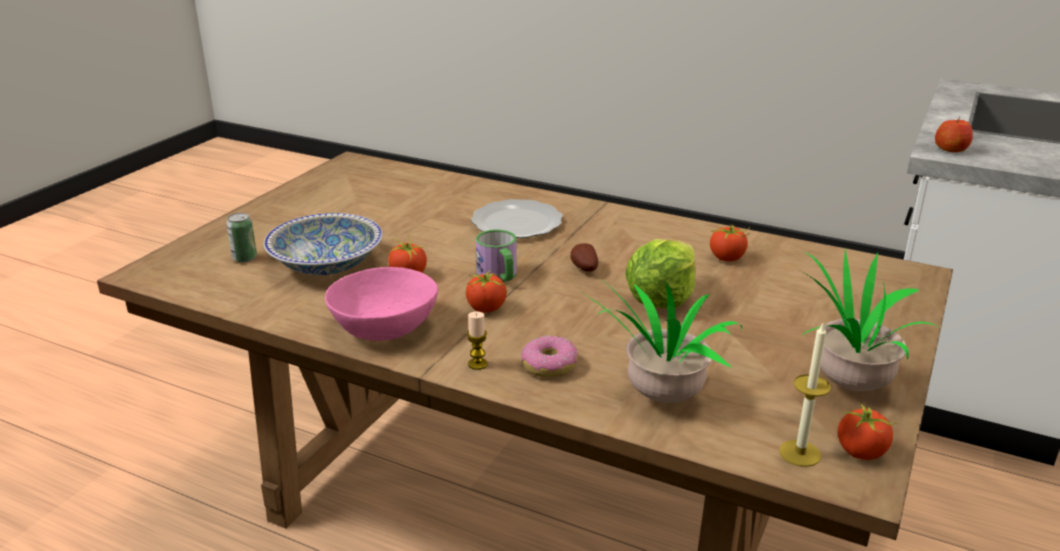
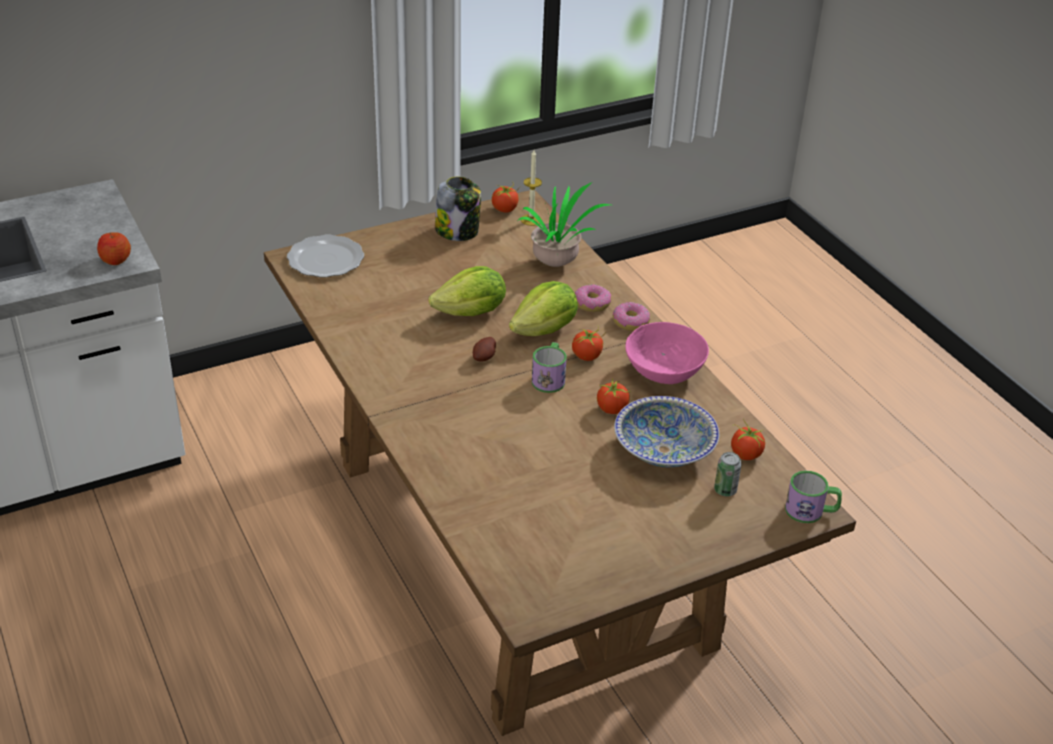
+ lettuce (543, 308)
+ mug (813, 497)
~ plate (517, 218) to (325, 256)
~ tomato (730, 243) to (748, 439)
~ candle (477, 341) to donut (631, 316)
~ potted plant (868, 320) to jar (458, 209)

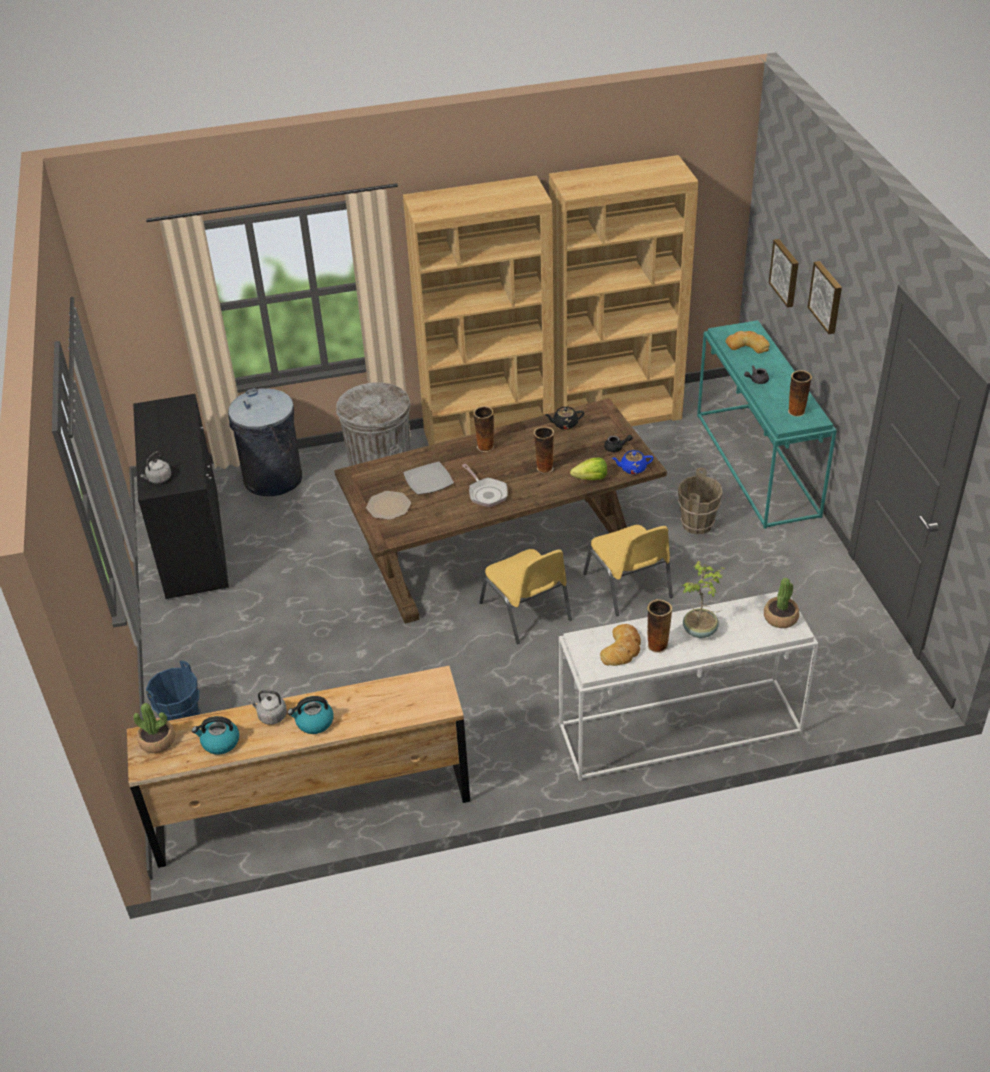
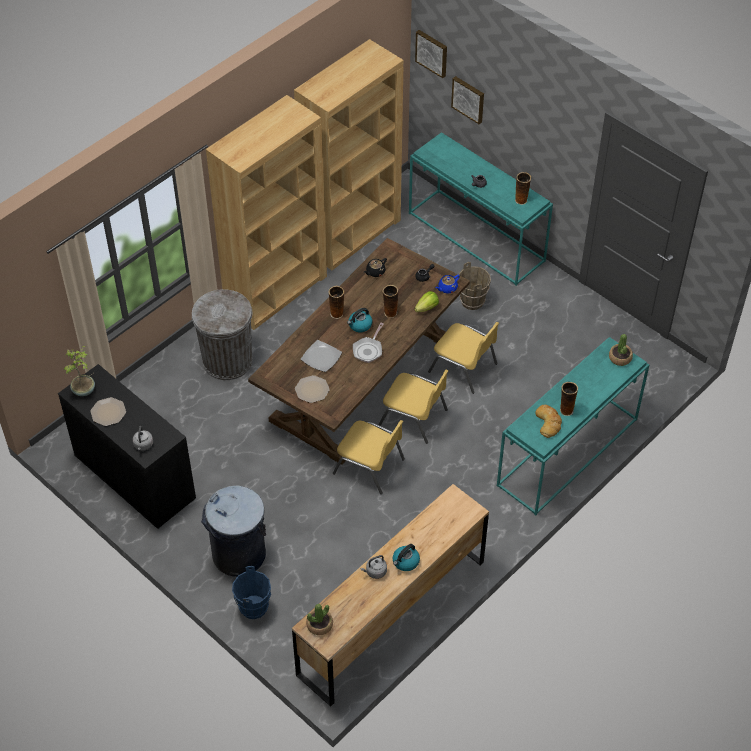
- bread (747, 342)
+ plate (108, 411)
+ yellow chair (369, 457)
~ kettle (215, 735) to (359, 320)
~ grey trash can (265, 442) to (233, 531)
~ potted plant (704, 599) to (79, 371)
~ picture (825, 297) to (431, 54)
~ white console table (688, 686) to turquoise console table (573, 426)
~ frying pan (485, 485) = (368, 343) 90 degrees clockwise

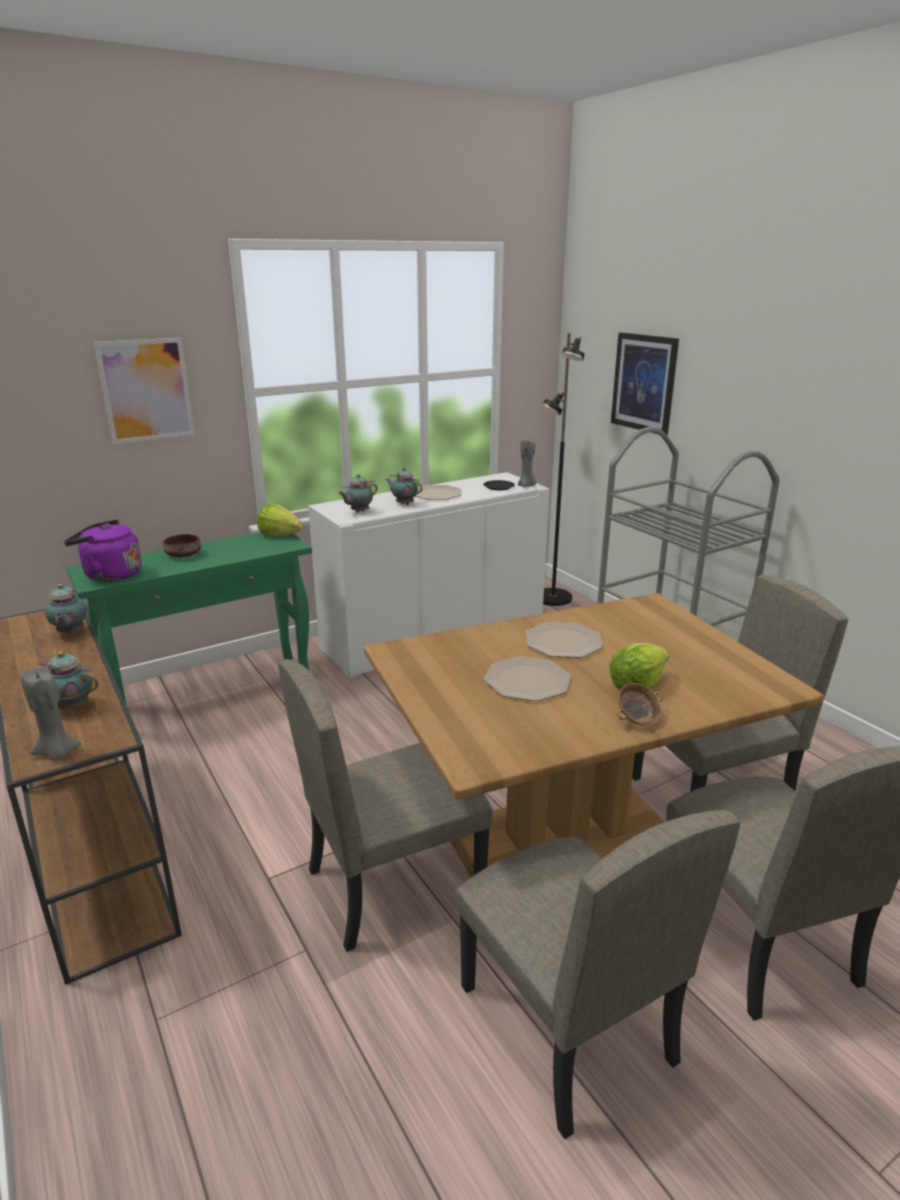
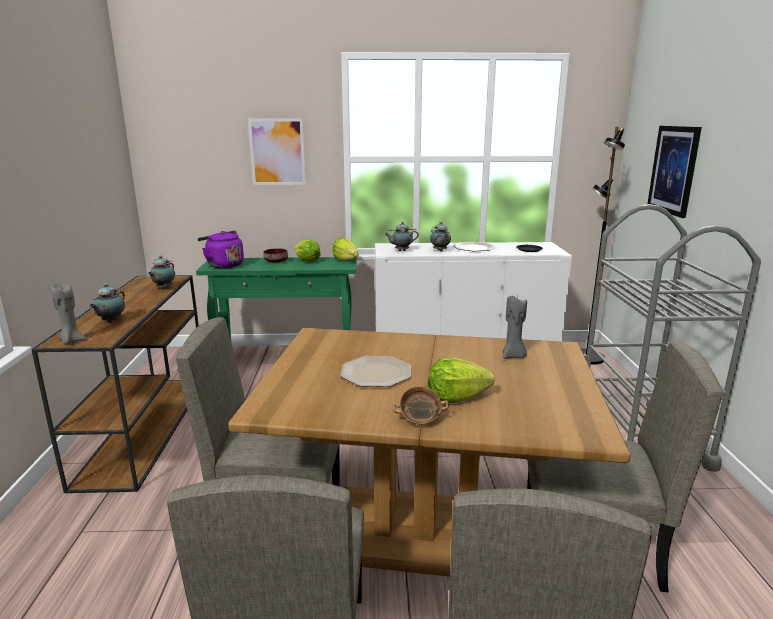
- plate (564, 640)
+ lettuce (307, 250)
~ grey candle (527, 464) to (515, 327)
~ teapot (67, 680) = (107, 303) 120 degrees counterclockwise

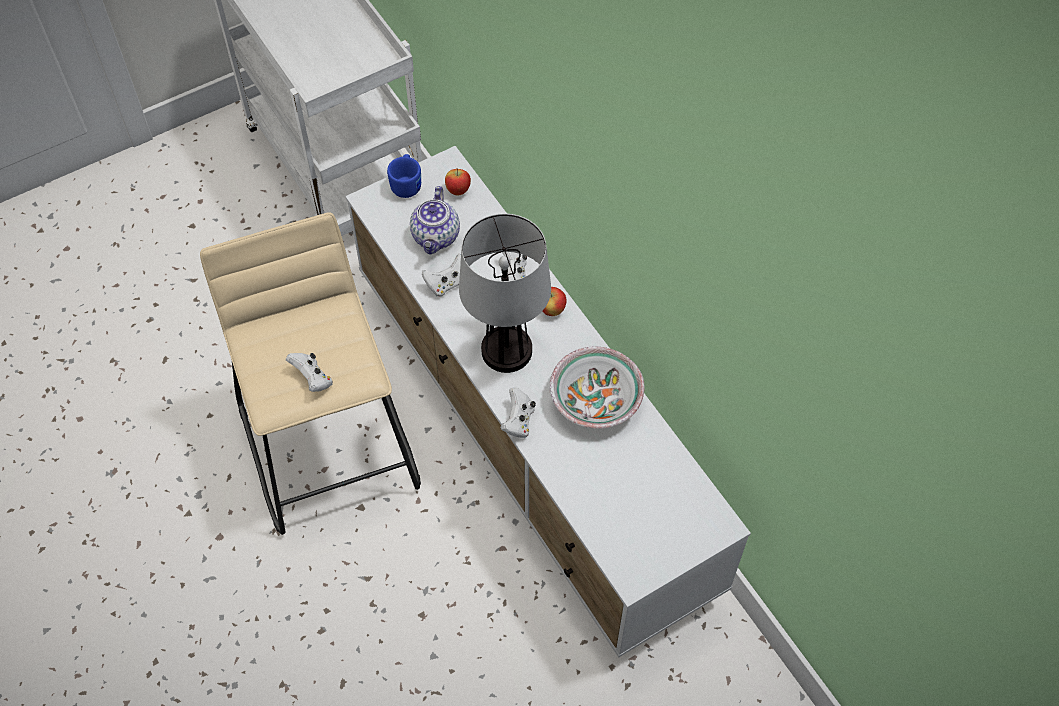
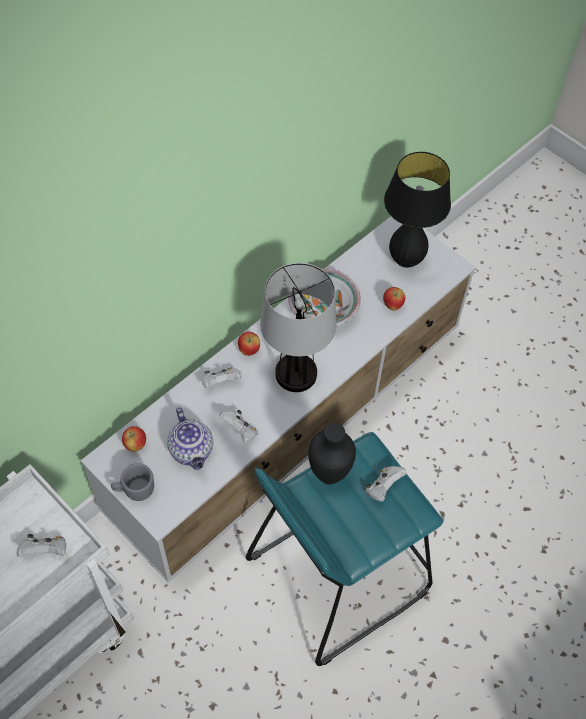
+ black vase (332, 453)
+ apple (394, 298)
+ black table lamp (417, 210)
~ white game controller (518, 412) to (41, 545)
~ beige stool (310, 373) to turquoise stool (344, 549)
~ blue mug (404, 176) to grey mug (132, 482)
~ teapot (435, 220) = (190, 438) 75 degrees clockwise

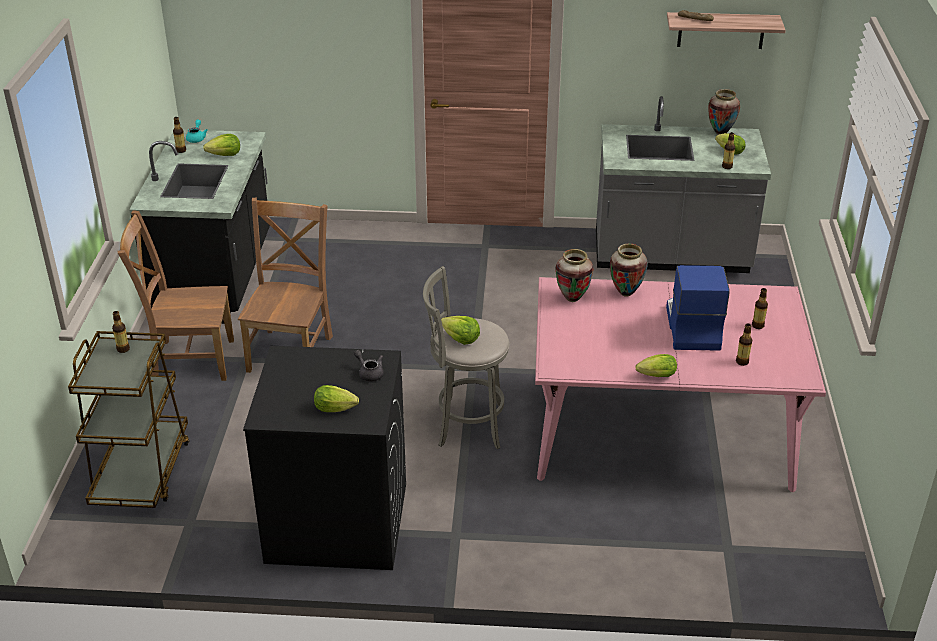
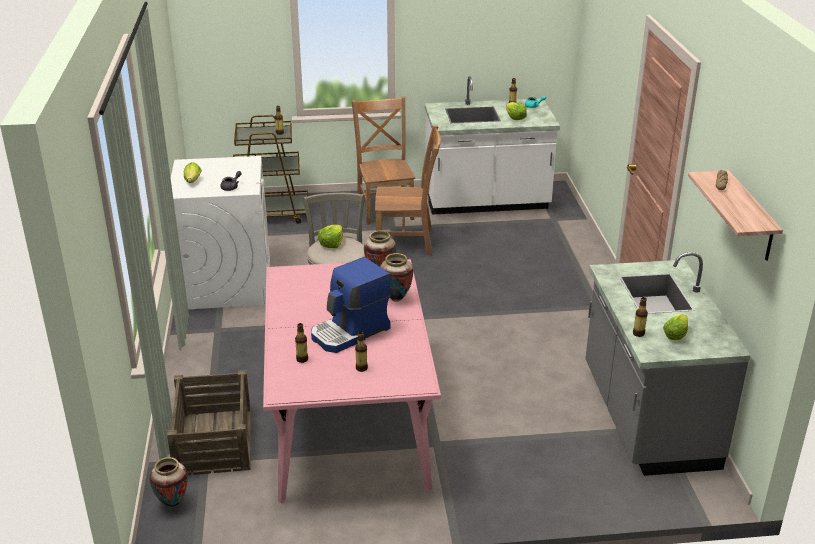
- lettuce (656, 365)
+ crate (209, 422)
~ vase (724, 112) to (168, 482)
~ black counter (199, 227) to white counter (492, 145)
~ black washing machine (324, 458) to white washing machine (220, 232)
~ coffee machine (698, 308) = (351, 305) 150 degrees clockwise

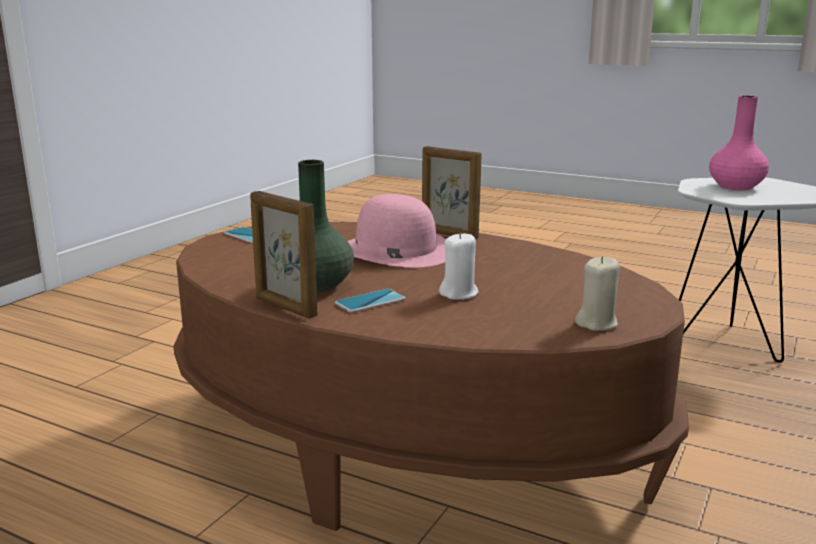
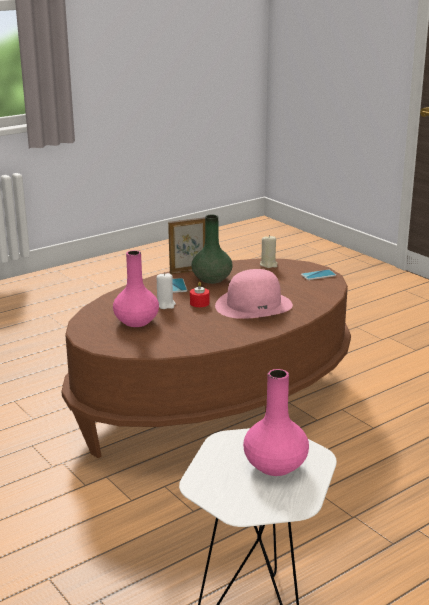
- picture frame (452, 193)
+ pink vase (136, 288)
+ red candle (199, 294)
~ beige candle (597, 293) to (269, 251)

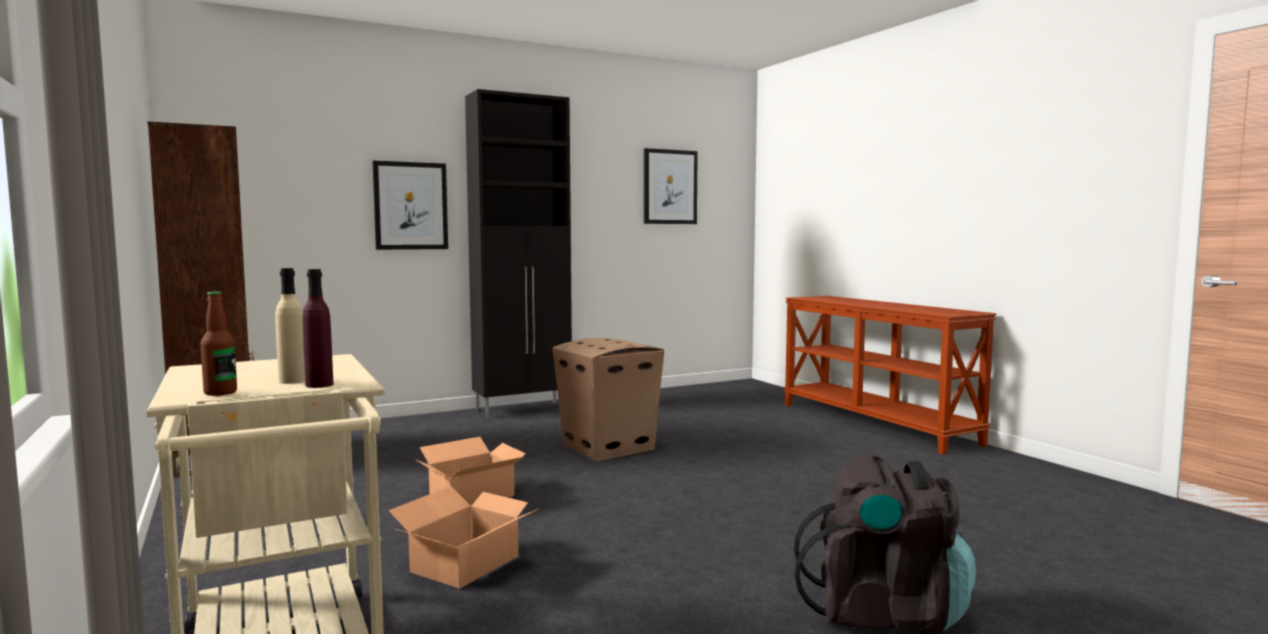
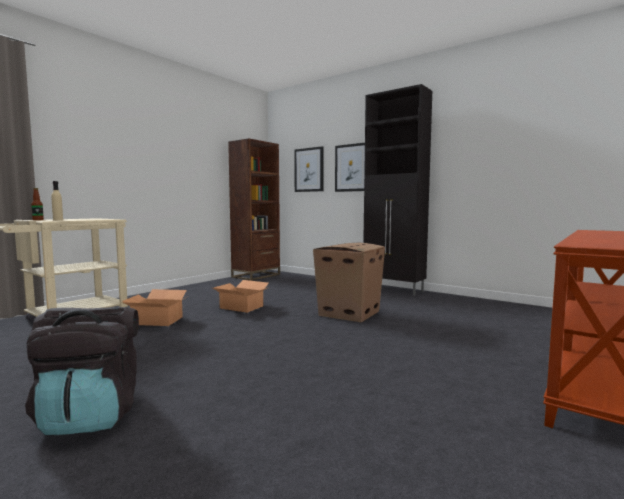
- purple bottle (317, 328)
~ picture (671, 186) to (309, 169)

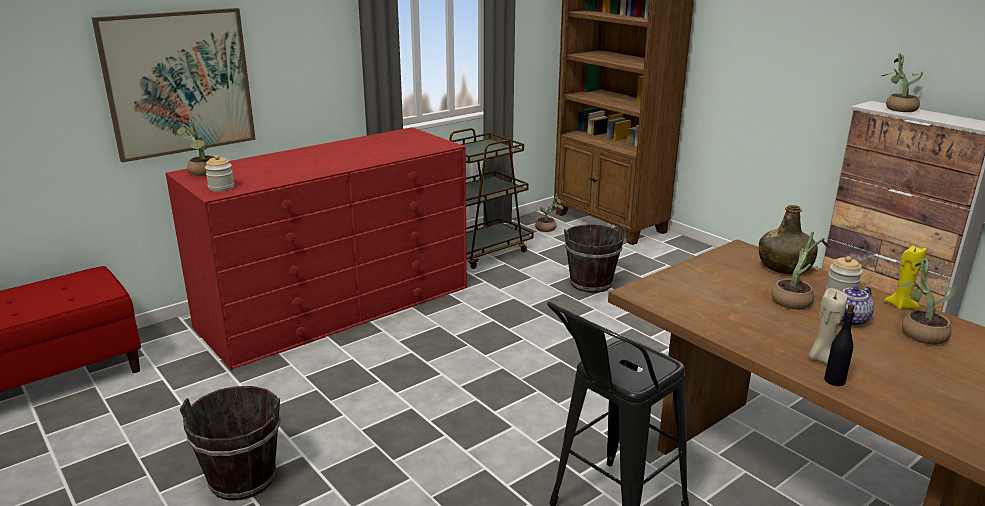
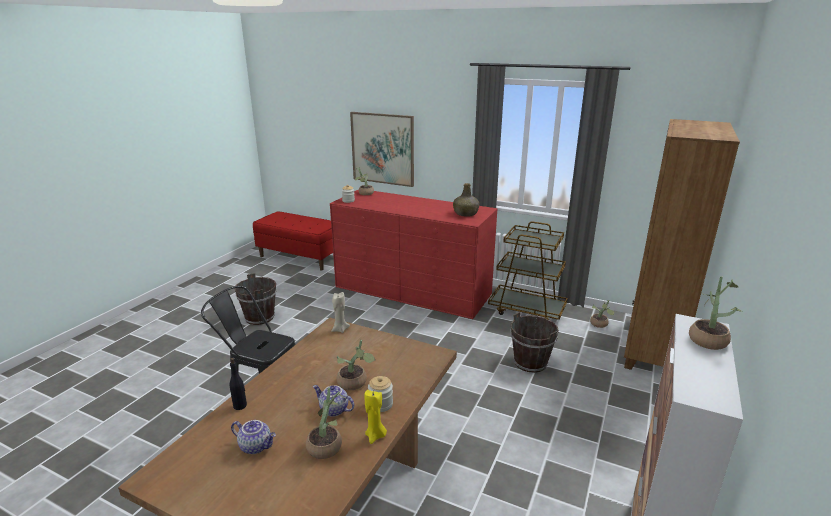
+ teapot (253, 437)
~ green bottle (788, 239) to (466, 200)
~ beige candle (828, 326) to (340, 312)

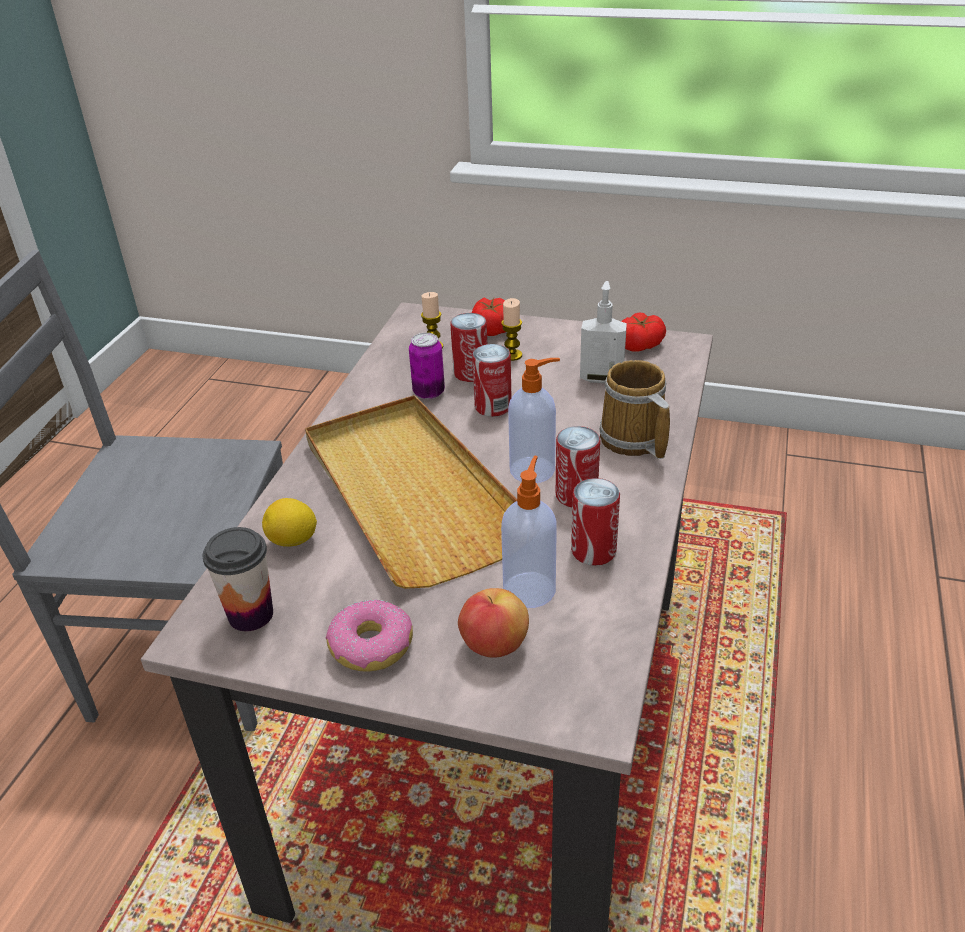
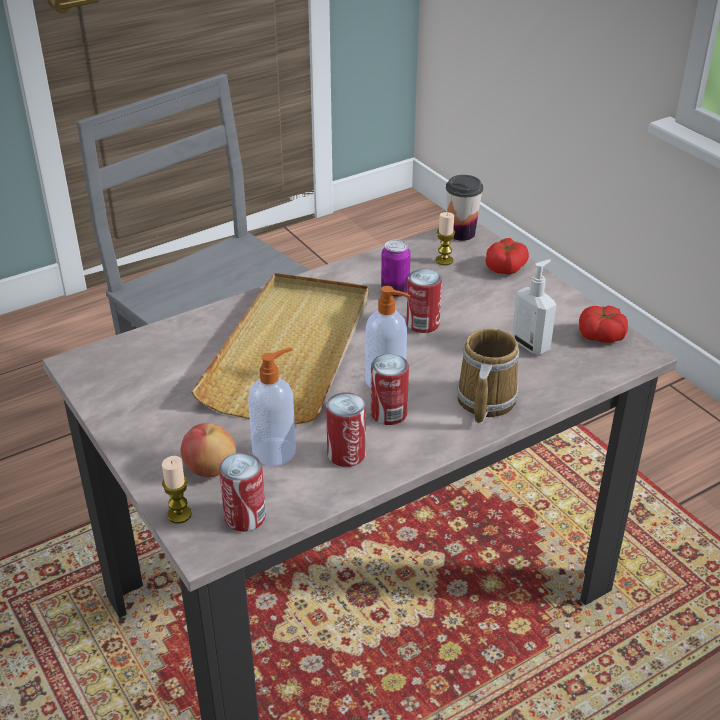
- lemon (289, 522)
- donut (369, 635)
~ cup (238, 579) to (464, 208)
~ can (468, 347) to (242, 492)
~ candle (511, 329) to (177, 490)

